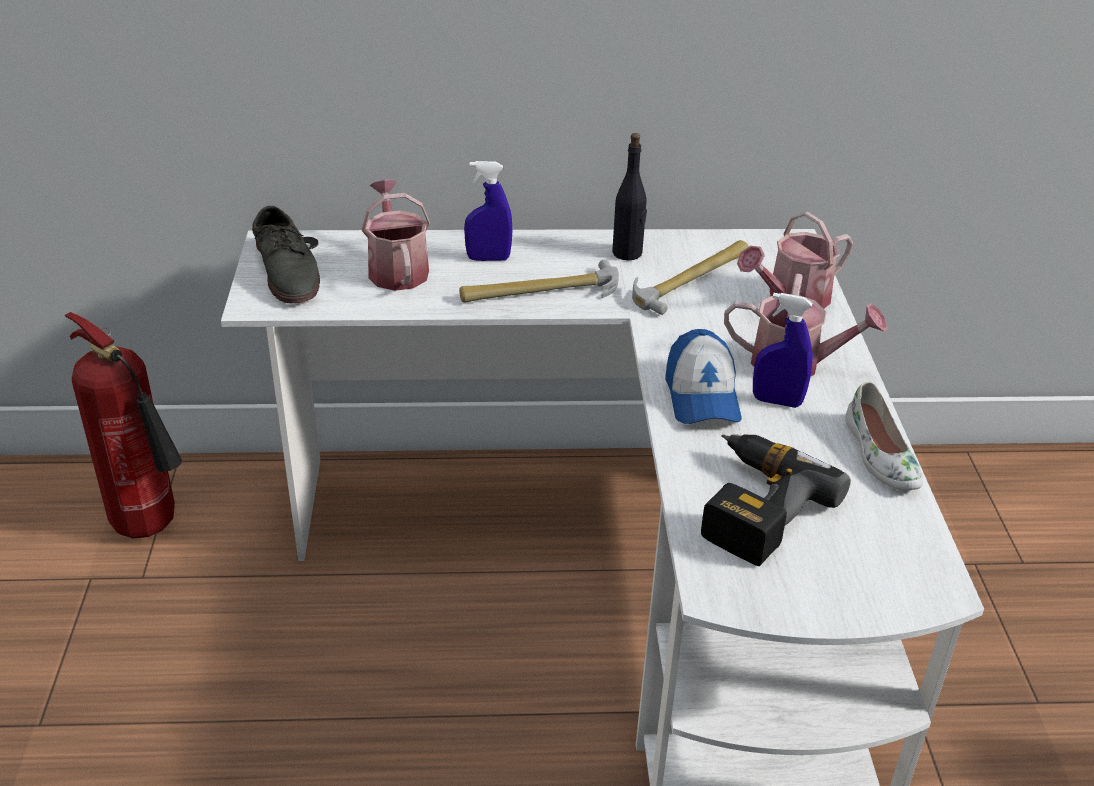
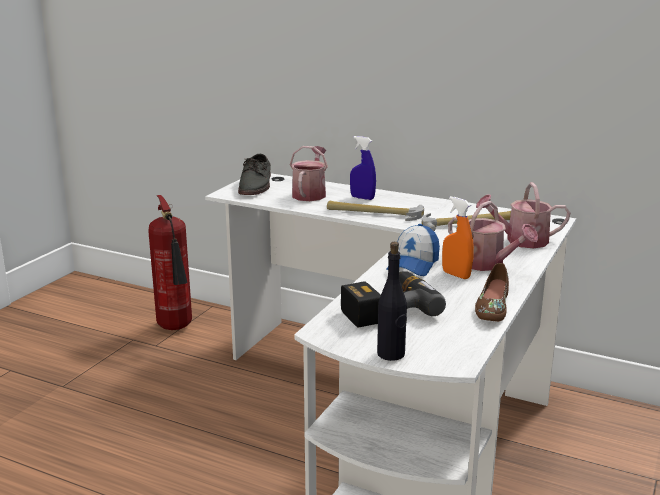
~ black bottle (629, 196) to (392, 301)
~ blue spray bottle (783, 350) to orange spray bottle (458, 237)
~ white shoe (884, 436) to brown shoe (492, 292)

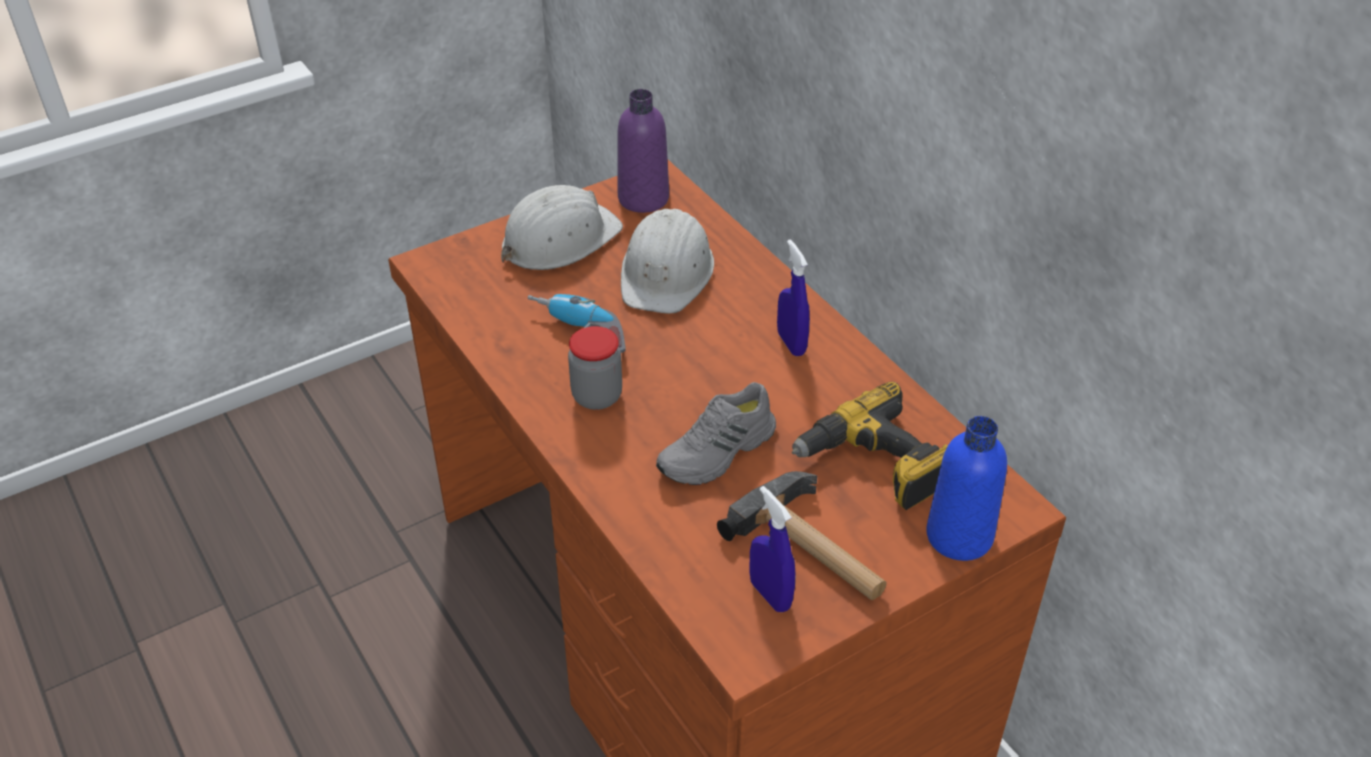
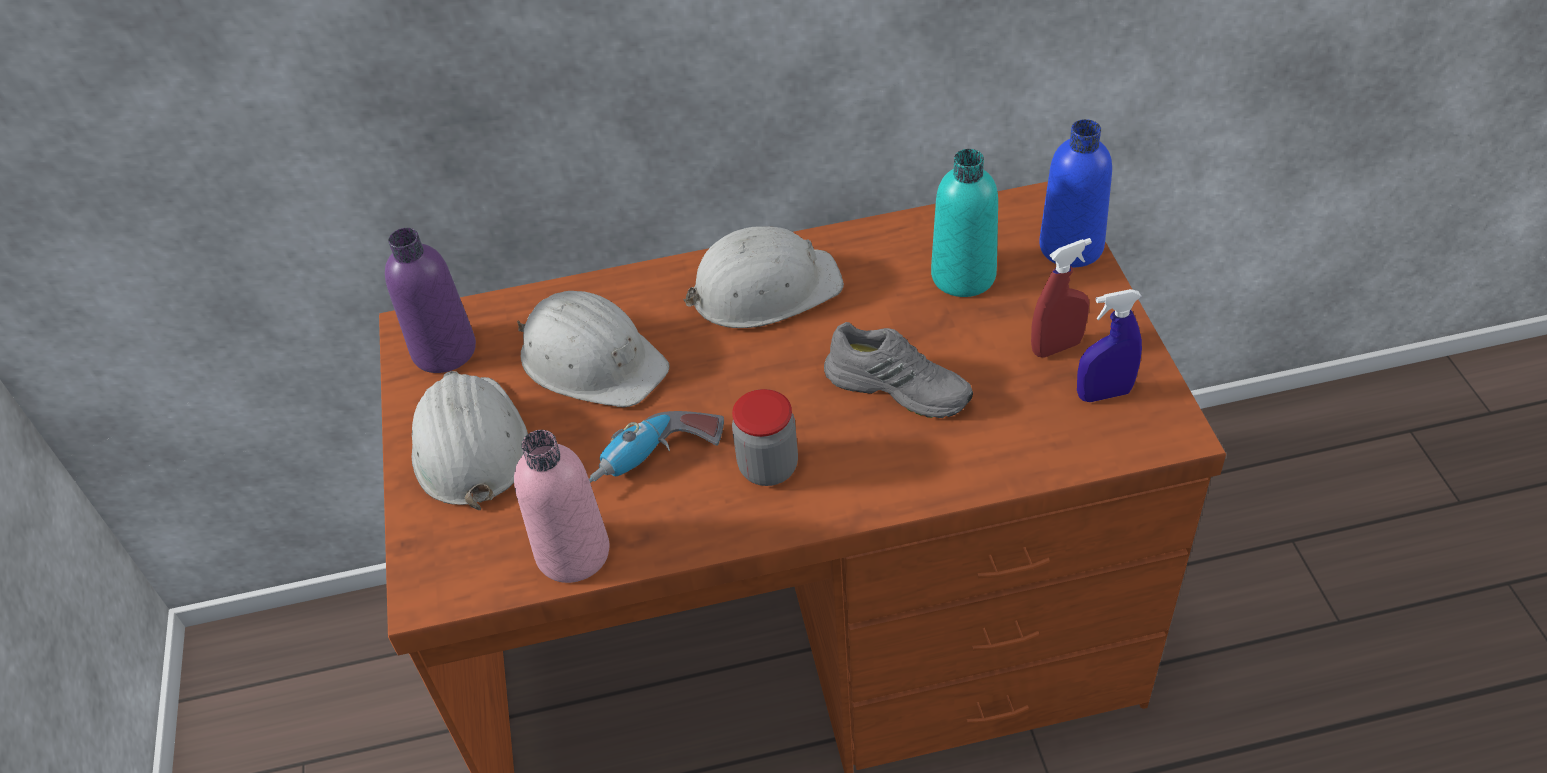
+ pink bottle (561, 506)
~ hammer (802, 535) to red spray bottle (1061, 298)
~ blue spray bottle (793, 298) to white hard hat (764, 277)
~ power drill (870, 446) to turquoise bottle (964, 223)
~ grey shoe (716, 433) = (898, 370) 45 degrees counterclockwise

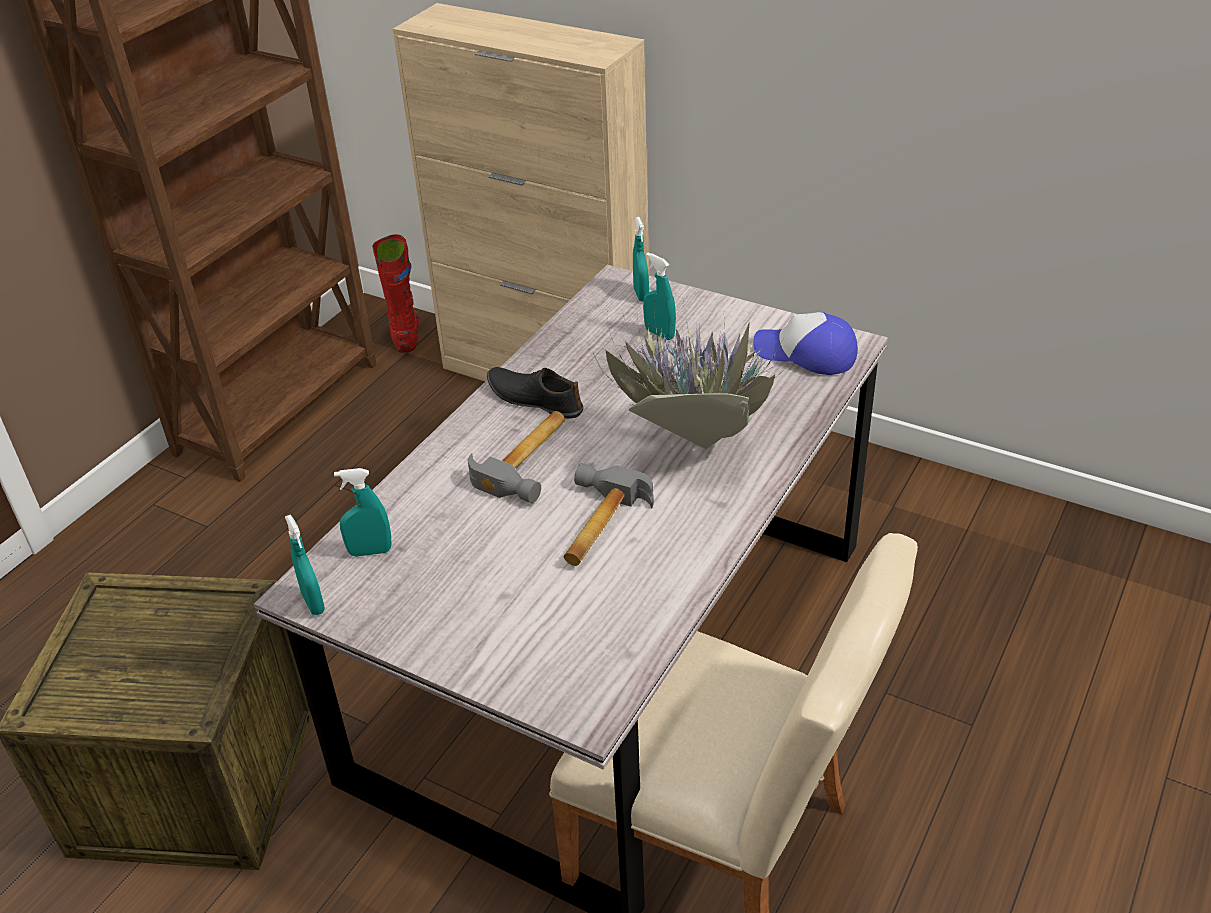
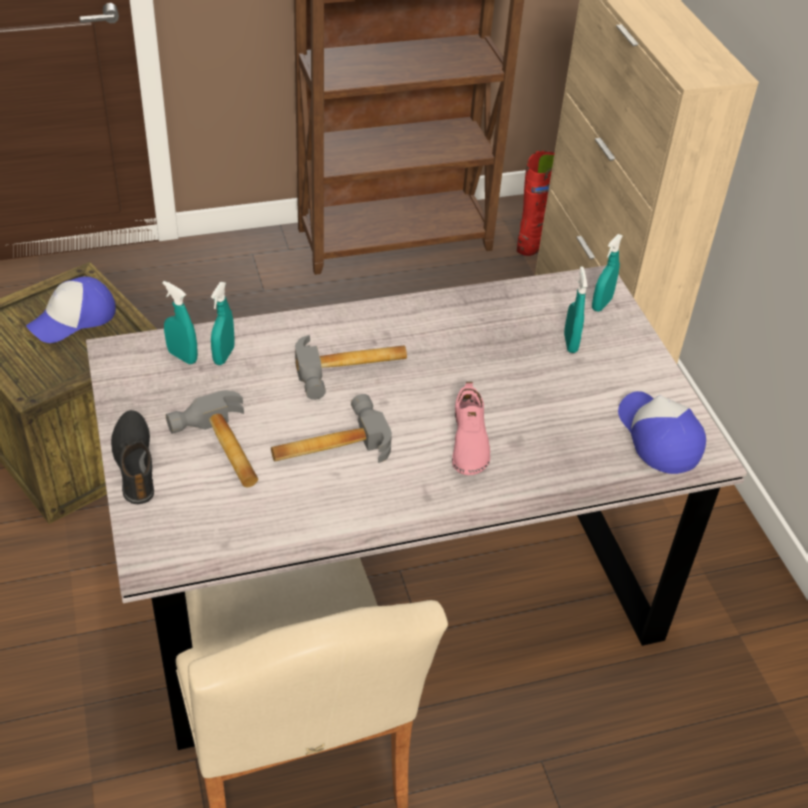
+ cap (71, 310)
+ hammer (212, 438)
~ turquoise spray bottle (305, 564) to (223, 323)
~ black shoe (535, 393) to (132, 457)
~ potted plant (690, 372) to pink shoe (471, 428)

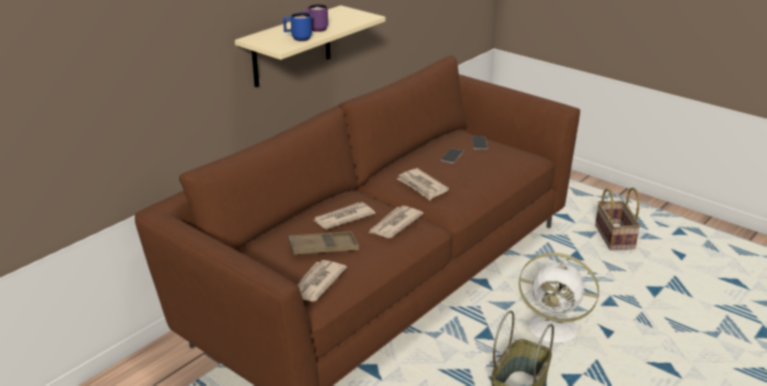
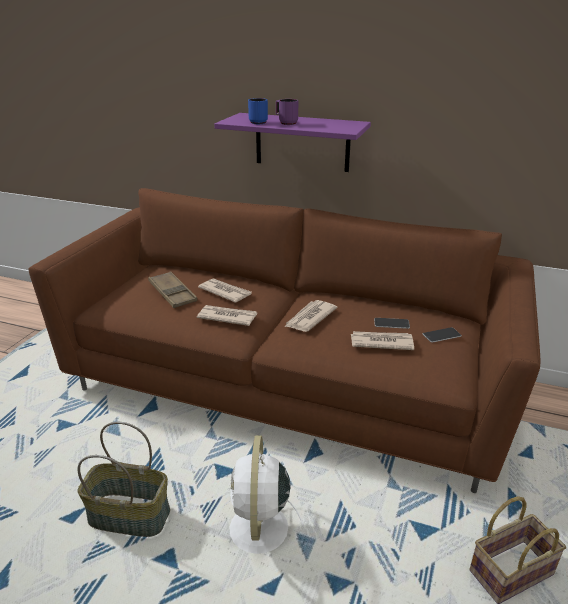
~ newspaper (322, 281) to (382, 340)
~ beige shelf (310, 46) to purple shelf (292, 142)

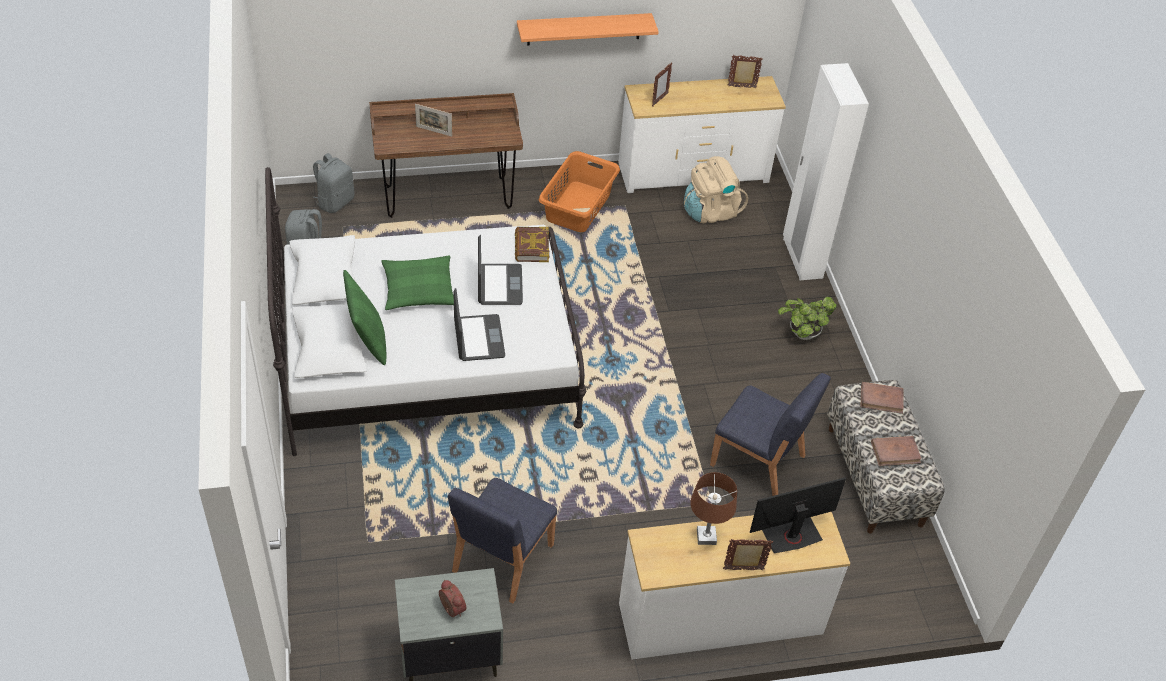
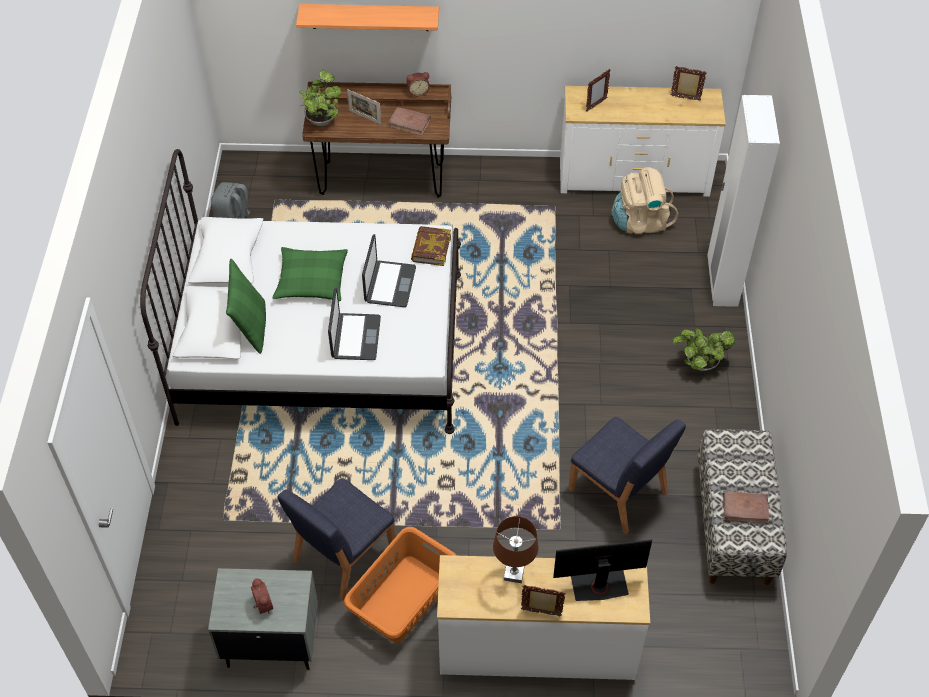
- grey backpack (334, 183)
+ potted plant (320, 98)
+ alarm clock (418, 84)
~ shelf (588, 29) to (367, 17)
~ orange laundry basket (579, 191) to (400, 585)
~ brown book (882, 398) to (409, 121)

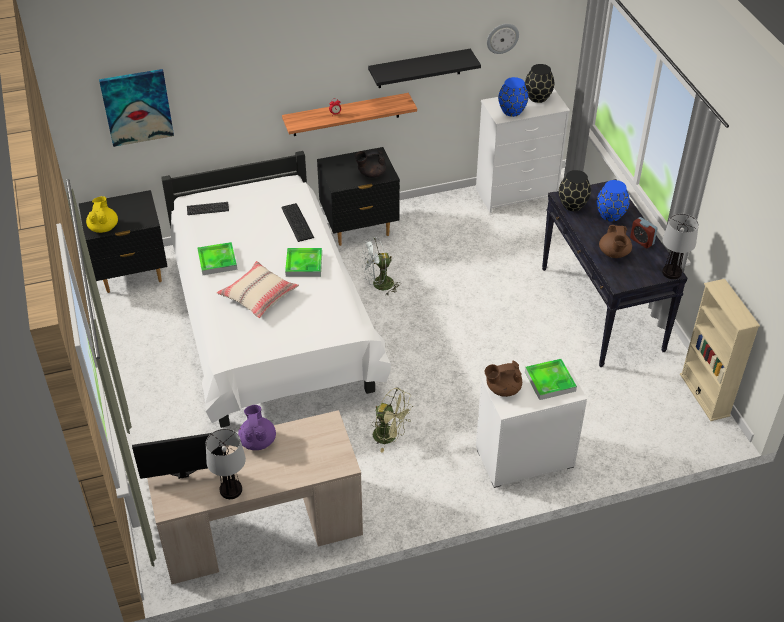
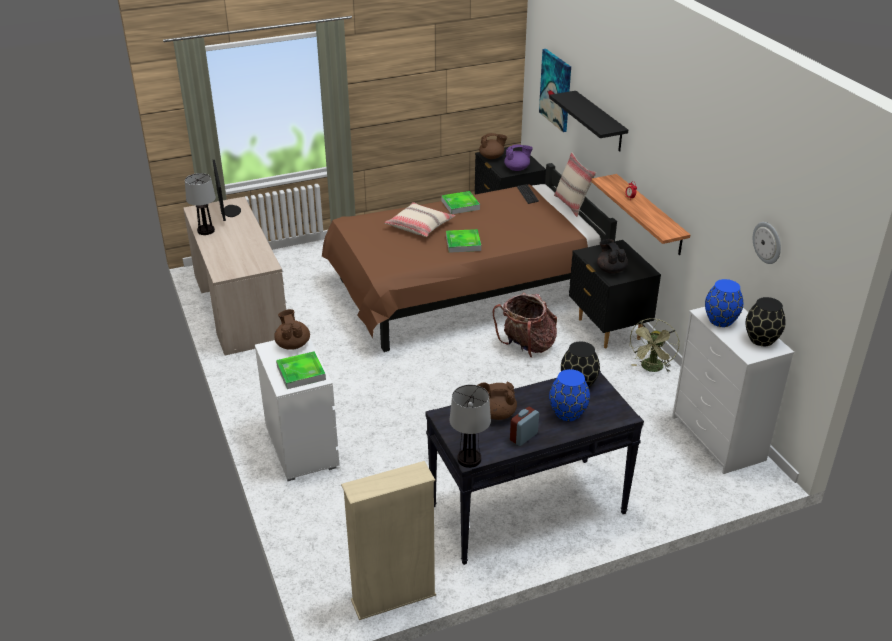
- keyboard (297, 222)
+ beige pillow (575, 184)
~ purple teapot (257, 427) to (518, 157)
~ black shelf (424, 68) to (588, 121)
~ green fan (392, 420) to (653, 345)
~ white fan (381, 266) to backpack (525, 325)
~ yellow teapot (102, 214) to brown teapot (493, 146)
~ white bed (276, 289) to brown bed (469, 257)

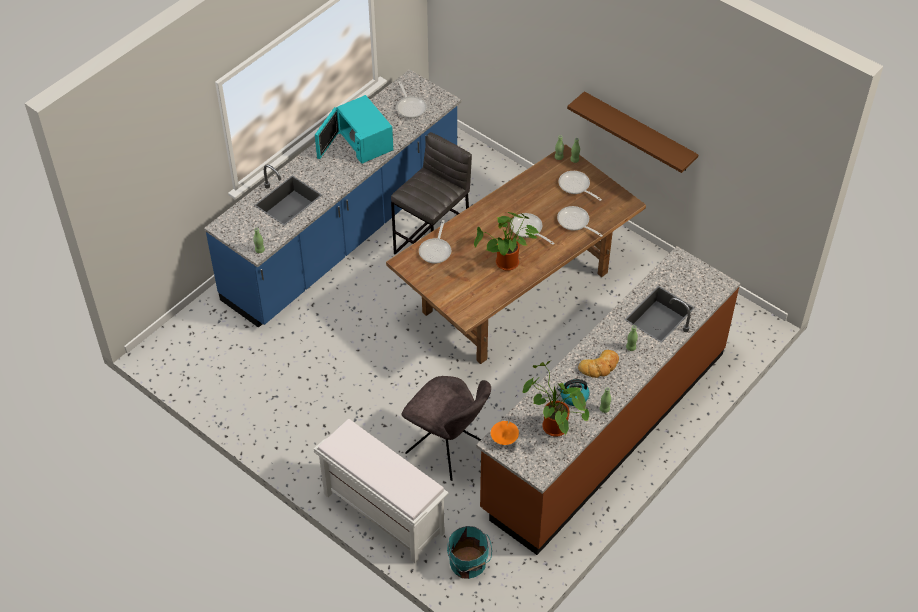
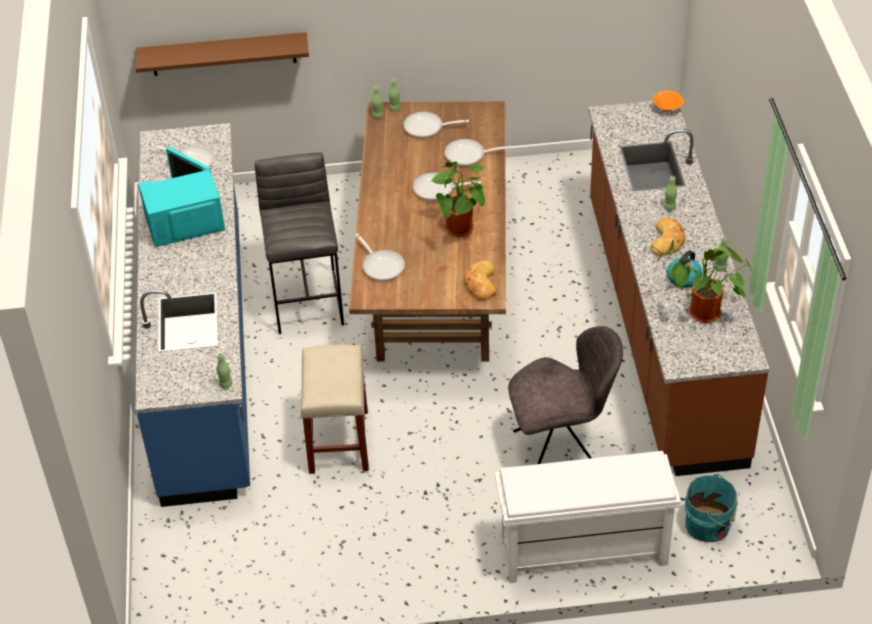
+ beige stool (335, 409)
+ bread (480, 280)
~ orange bowl (505, 433) to (668, 101)
~ brown shelf (632, 132) to (222, 54)
~ turquoise microwave (354, 129) = (181, 197) 150 degrees clockwise

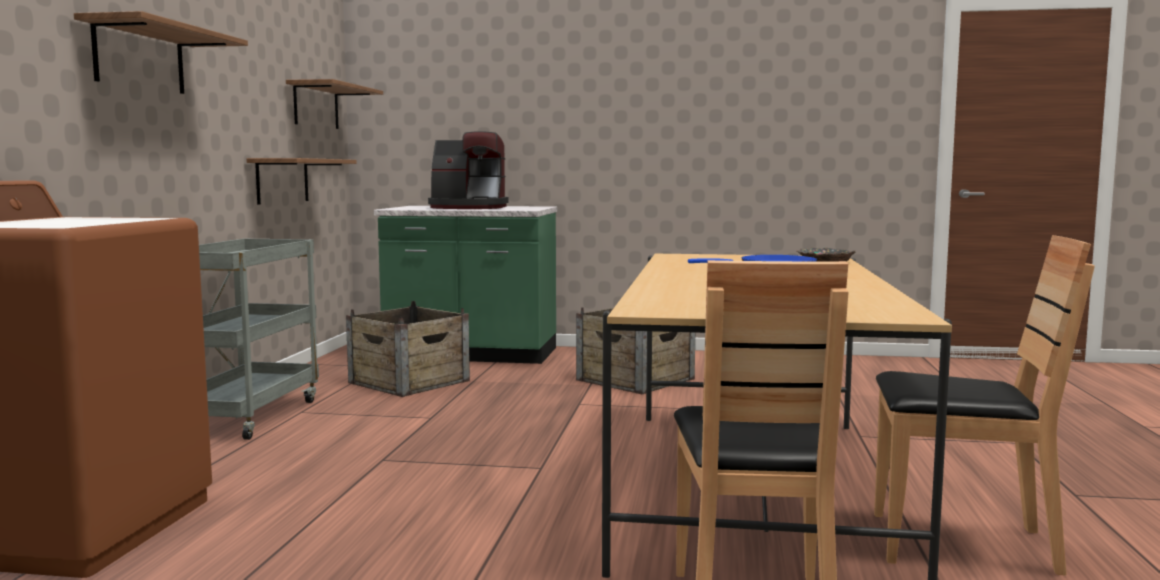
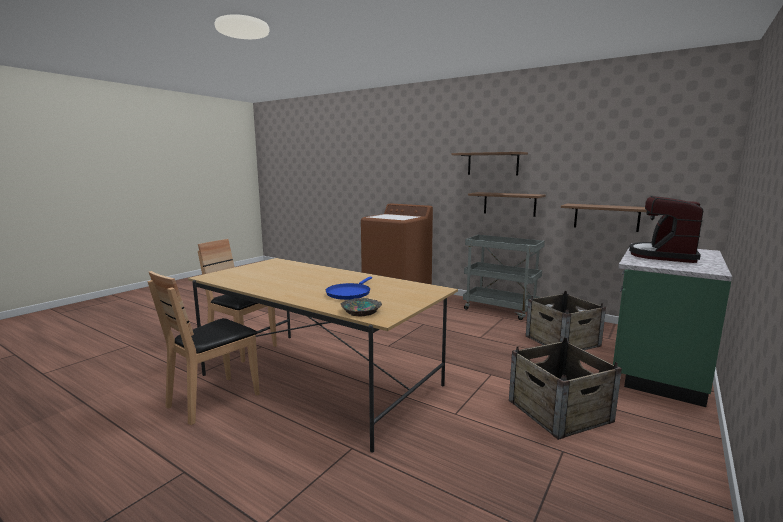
~ shelf (334, 104) to (507, 204)

